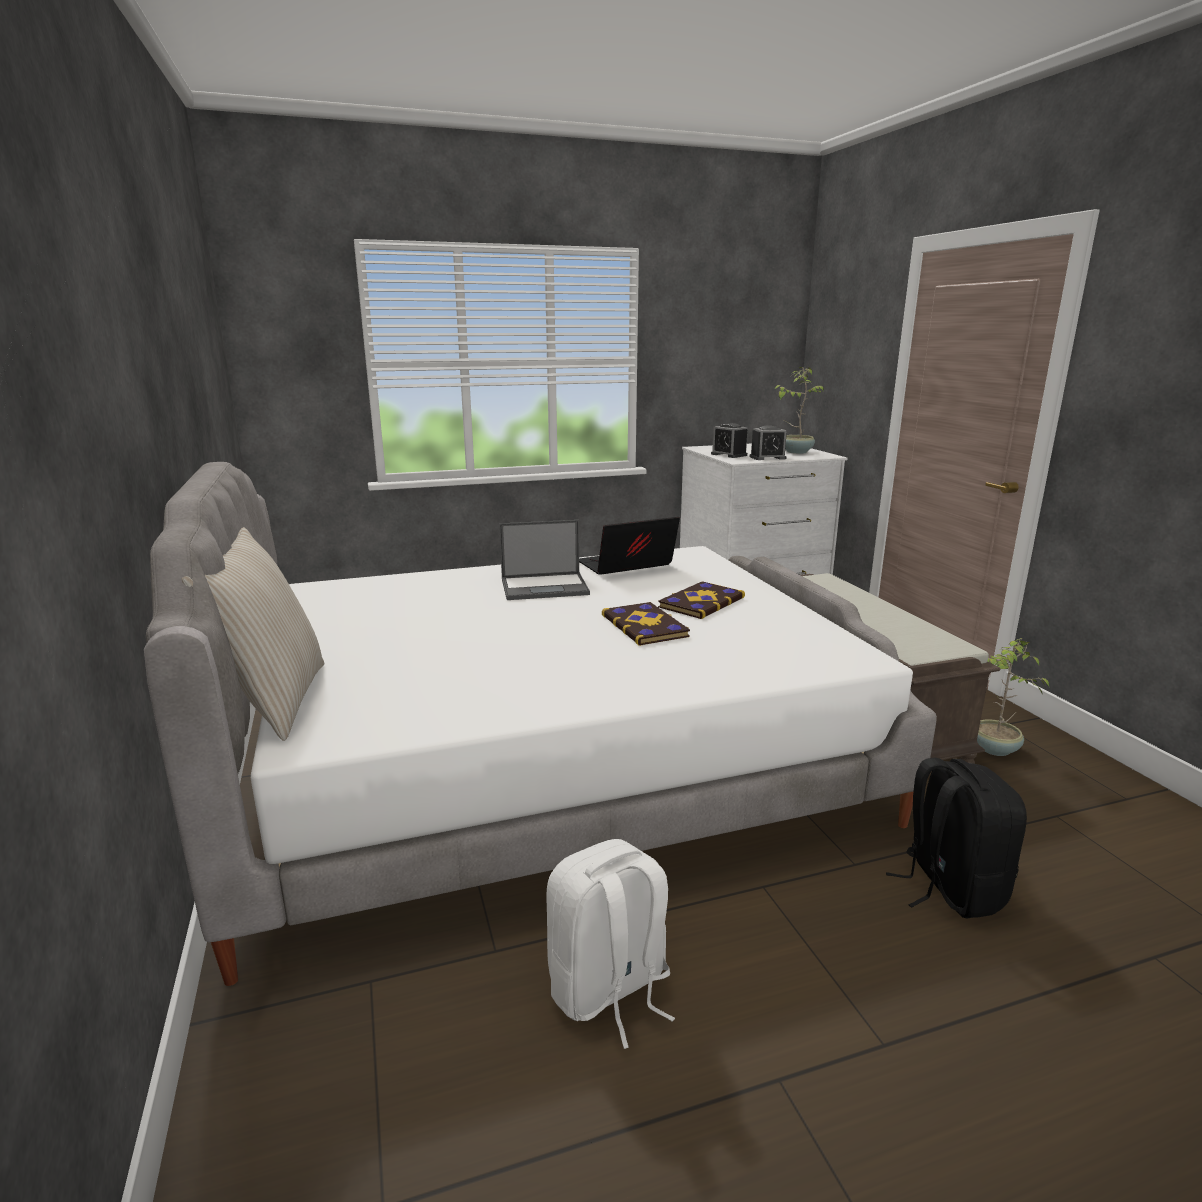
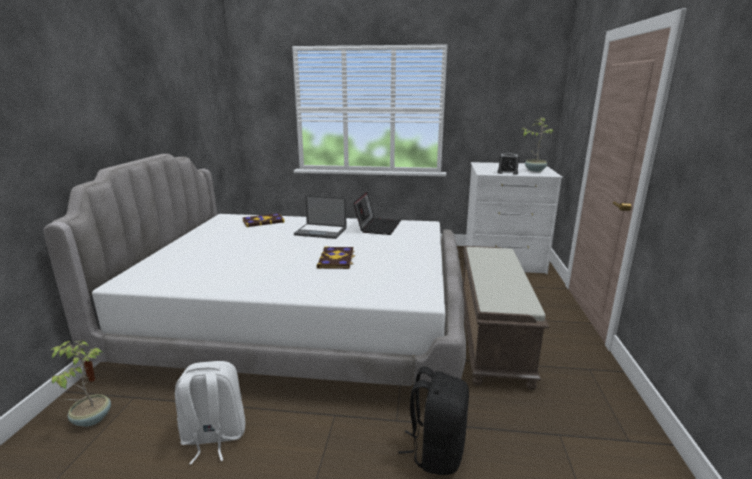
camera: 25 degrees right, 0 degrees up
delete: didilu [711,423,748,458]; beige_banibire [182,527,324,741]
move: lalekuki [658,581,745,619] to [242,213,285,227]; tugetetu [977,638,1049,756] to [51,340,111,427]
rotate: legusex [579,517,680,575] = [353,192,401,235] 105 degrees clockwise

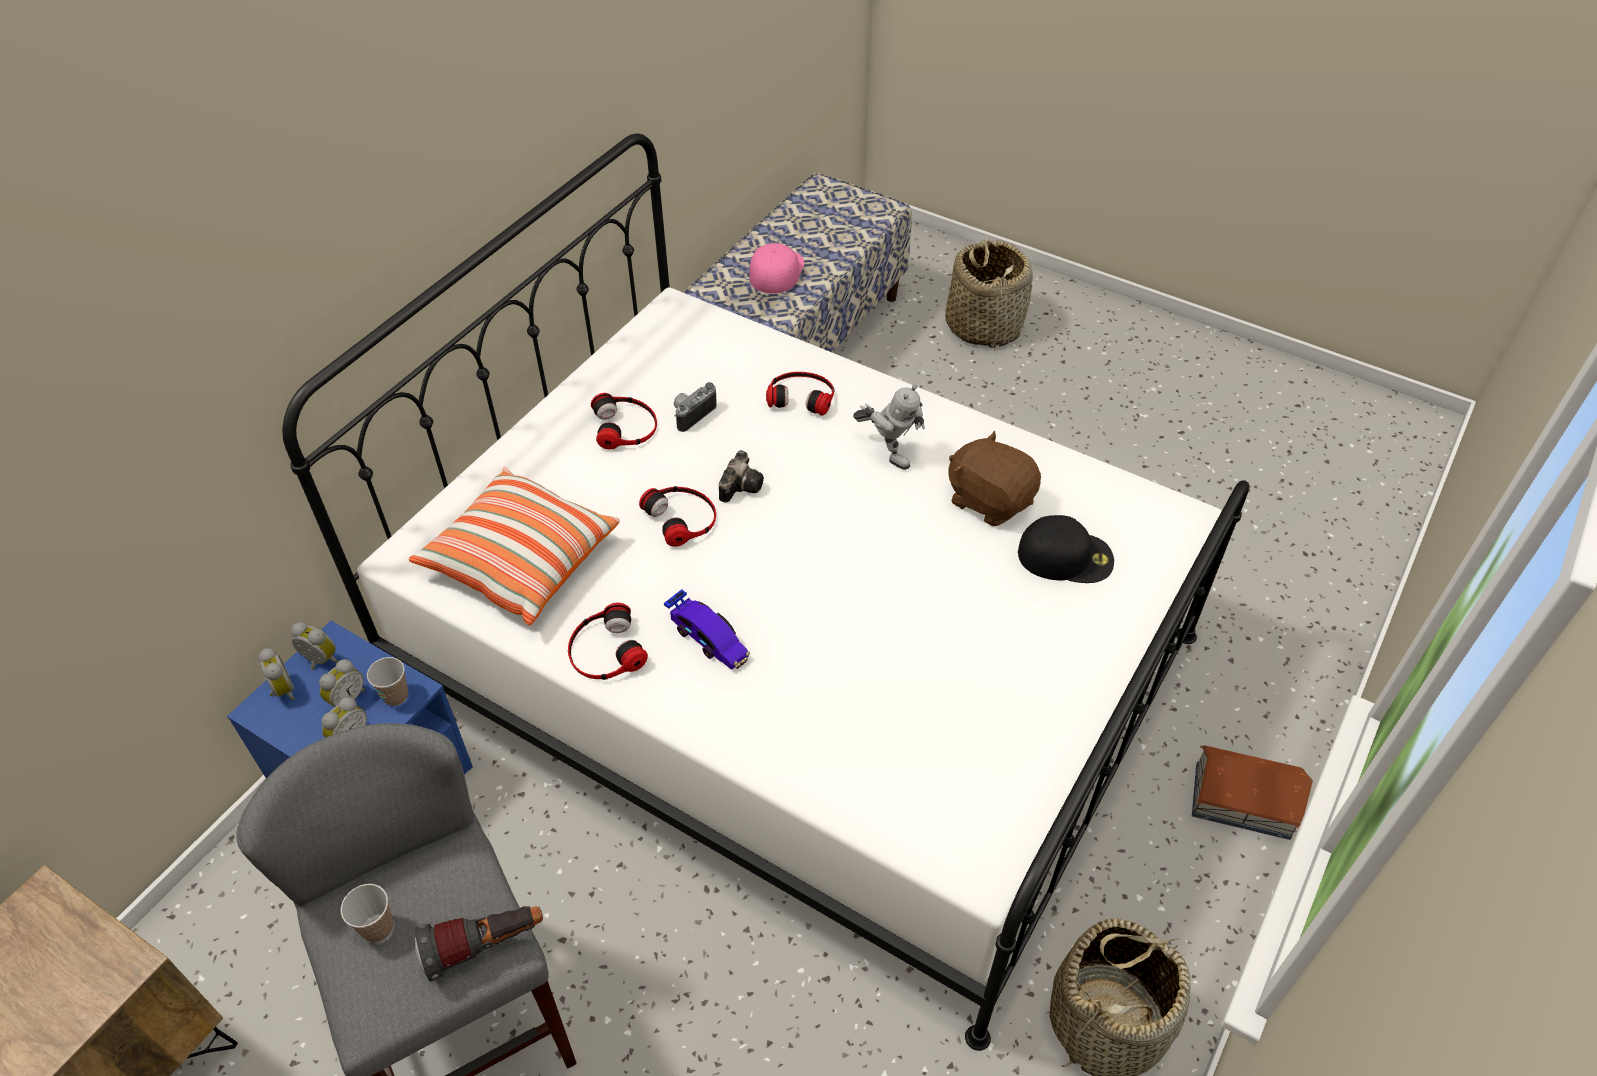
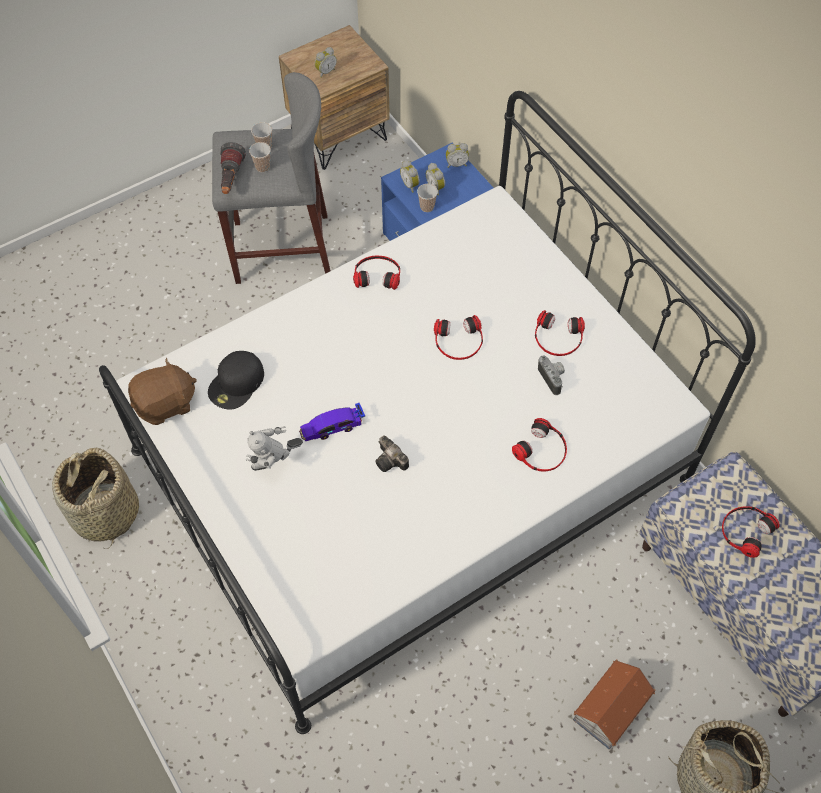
camera: 115 degrees right, 10 degrees up
delete: banibire [409,467,619,625]
insert: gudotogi [249,142,271,172]
move: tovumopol [853,385,925,470] to [246,426,303,471]; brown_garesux [949,431,1041,526] to [128,357,197,425]; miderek [719,450,764,503] to [376,435,409,472]; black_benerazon [1018,515,1114,583] to [208,351,264,409]; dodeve [664,589,750,669] to [299,403,365,441]; didilu [291,622,337,670] to [315,47,337,78]; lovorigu [1192,746,1313,840] to [573,659,655,749]
replace: pink_benerazon [749,243,804,294] to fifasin [722,506,780,558]

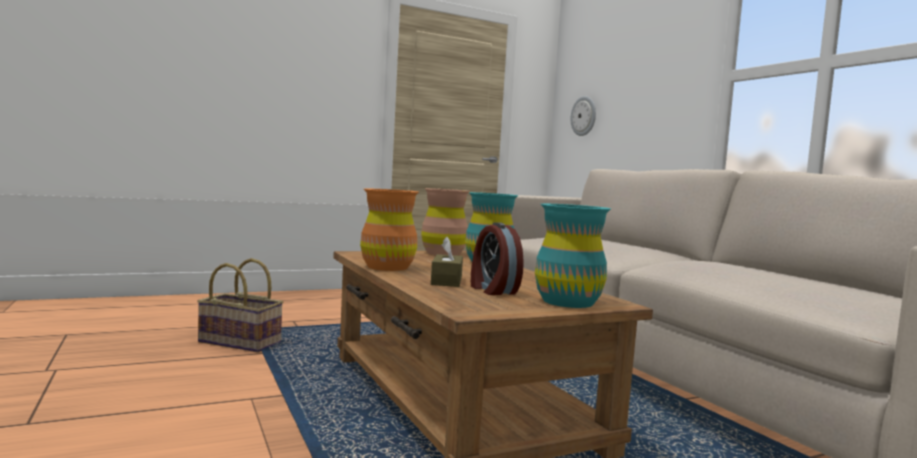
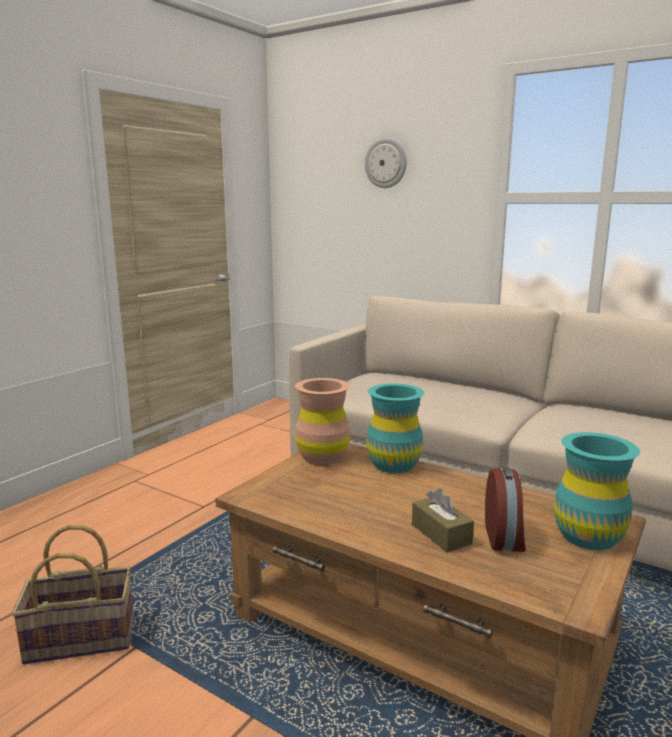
camera: 30 degrees left, 10 degrees up
delete: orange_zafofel [360,189,419,271]
move: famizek [571,96,596,136] to [365,138,407,188]
rotate: didilu [471,222,524,295] = [485,467,526,552] 120 degrees counterclockwise

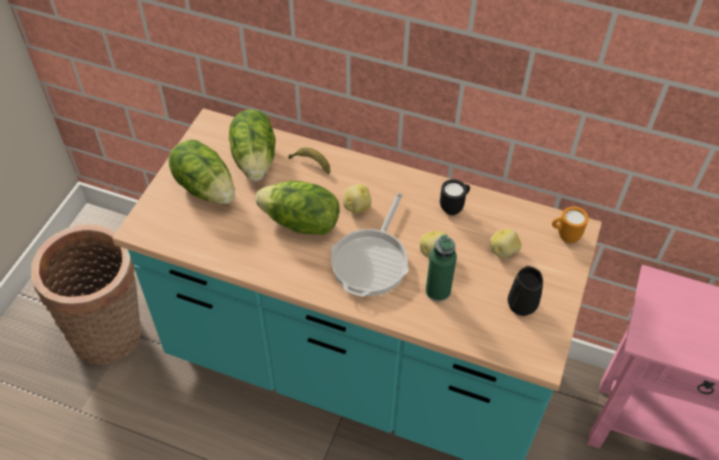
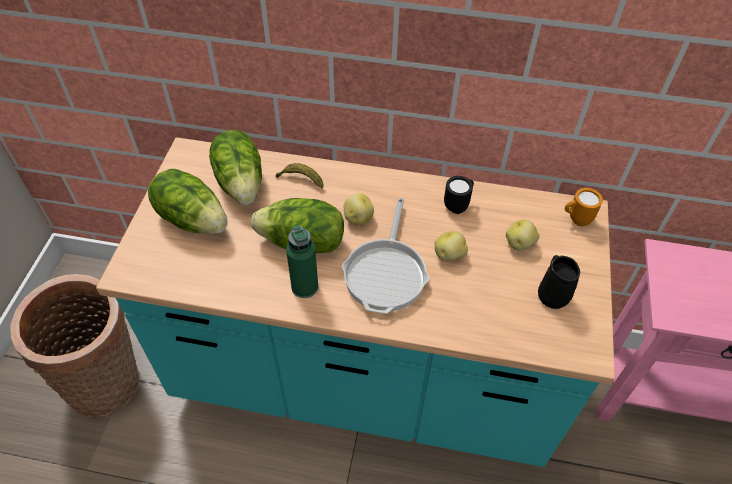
camera: 10 degrees left, 0 degrees up
move: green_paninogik [426,235,457,301] to [286,225,318,298]

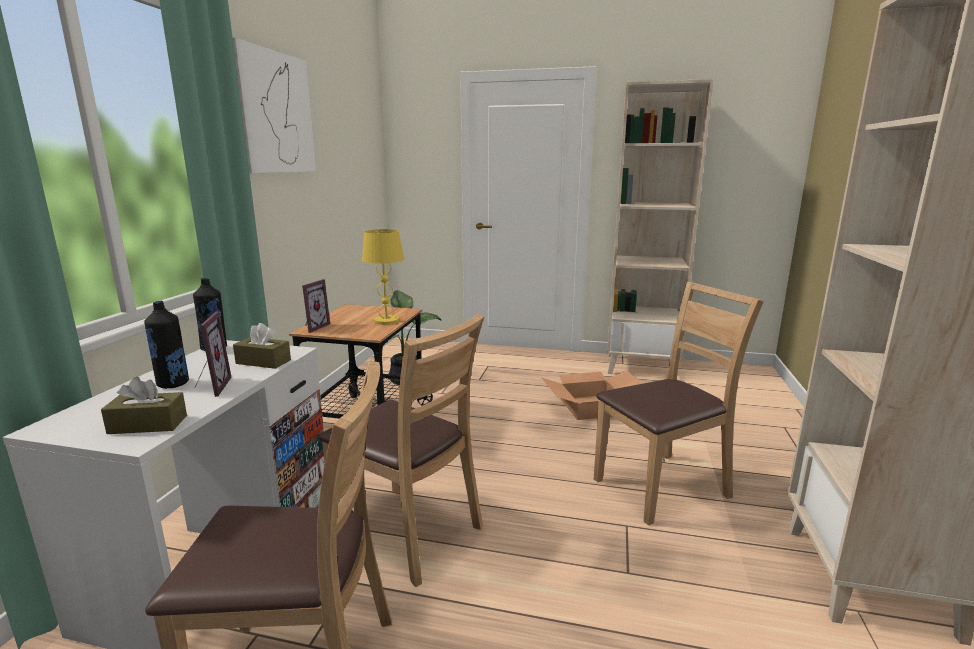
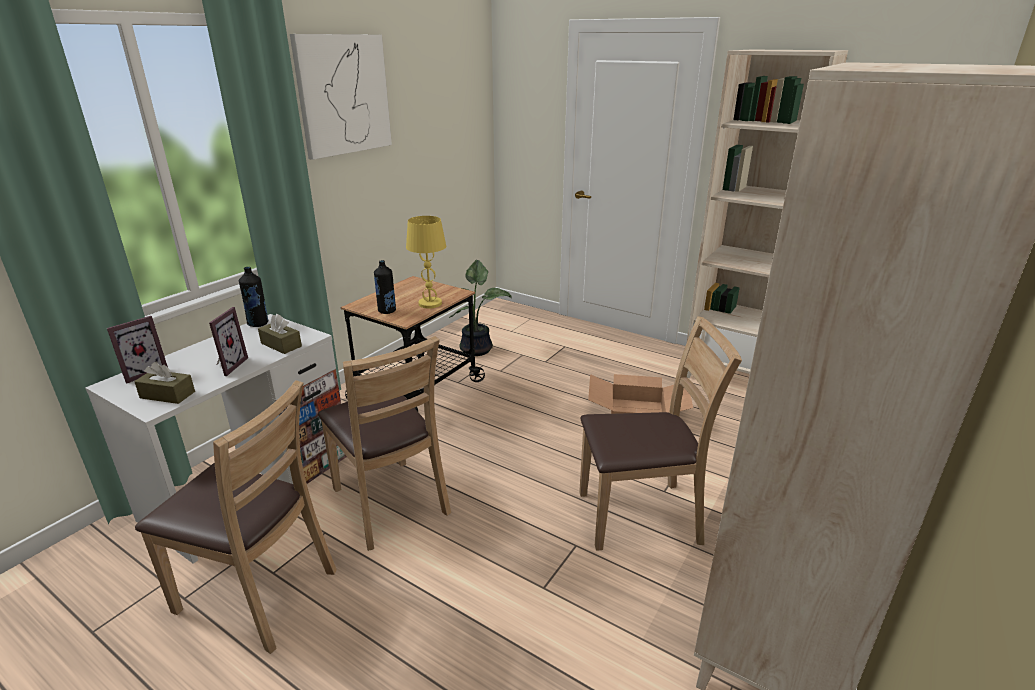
camera: 20 degrees right, 10 degrees up
move: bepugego [302,279,330,333] to [107,316,168,383]; black_paninogik [144,301,189,389] to [374,260,396,314]

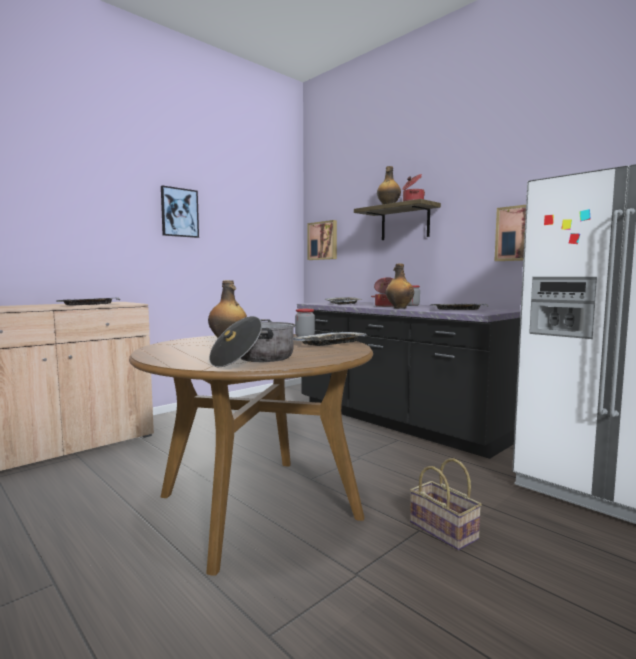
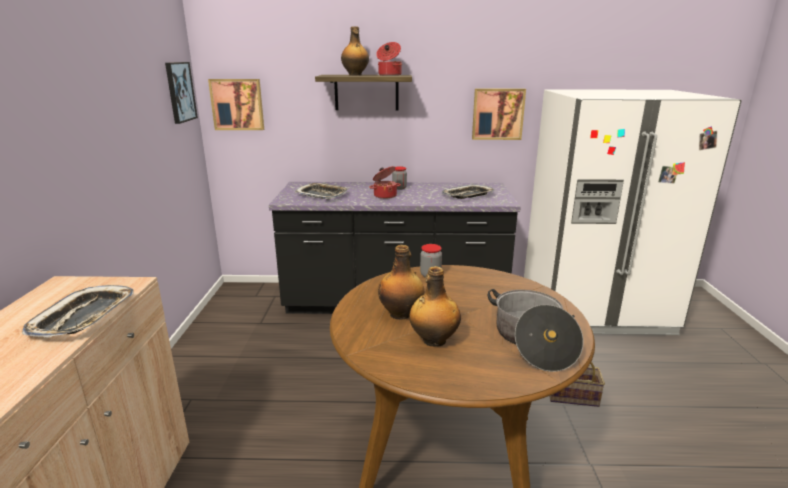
camera: 45 degrees left, 15 degrees up
delete: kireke [294,332,367,346]
move: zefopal [161,185,199,238] to [165,62,198,124]; paninogik [386,264,414,309] to [409,266,461,347]

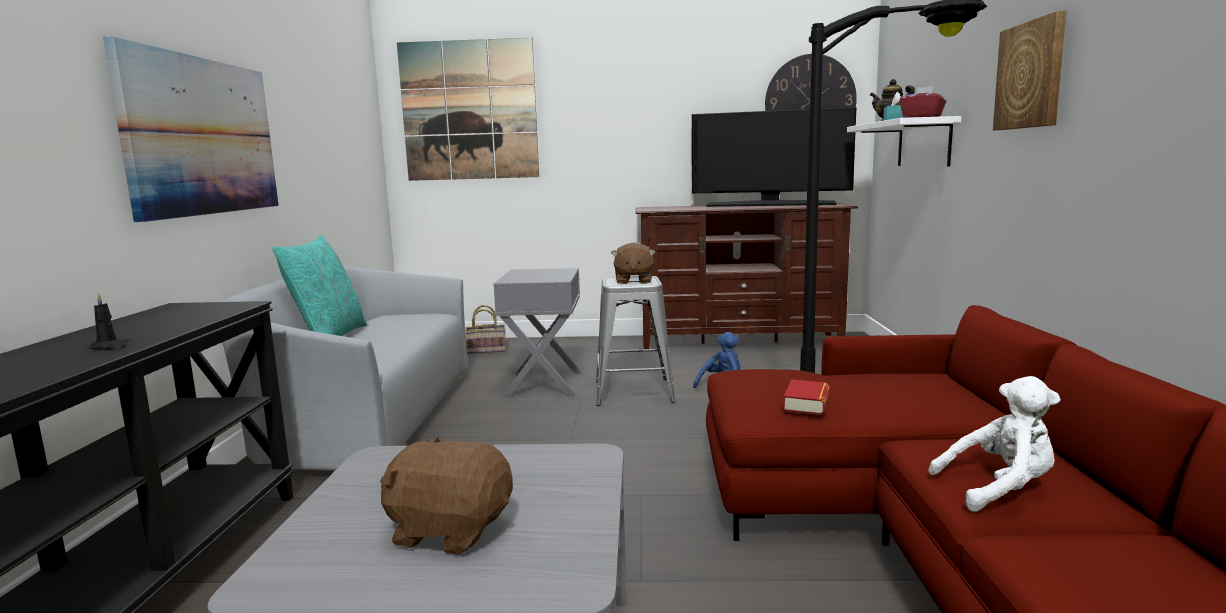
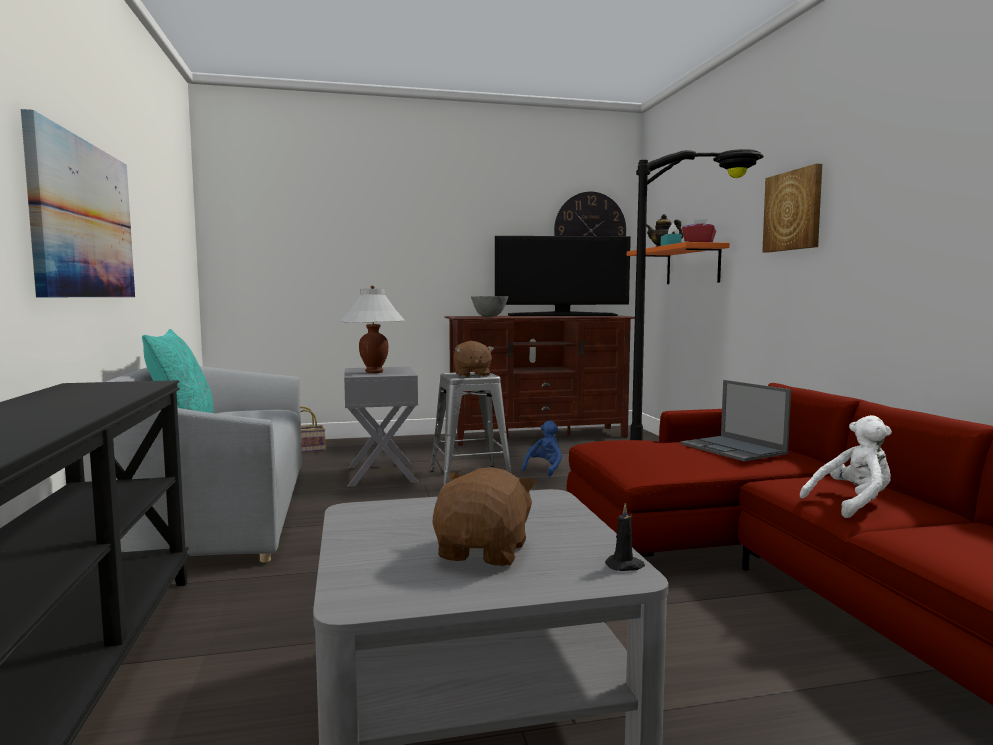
camera: 15 degrees left, 5 degrees down
delete: zefopal [397,38,539,181]; lalekuki [783,380,830,415]
insert: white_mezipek [341,286,406,373]; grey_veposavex [471,296,508,317]; legusex [681,380,791,461]
move: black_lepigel [89,293,126,350] to [605,503,645,571]
recolor: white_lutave [847,116,962,166] to orange_lutave [627,242,730,284]
rotate: brown_garesux [380,435,513,555] = [433,467,537,566] 105 degrees clockwise

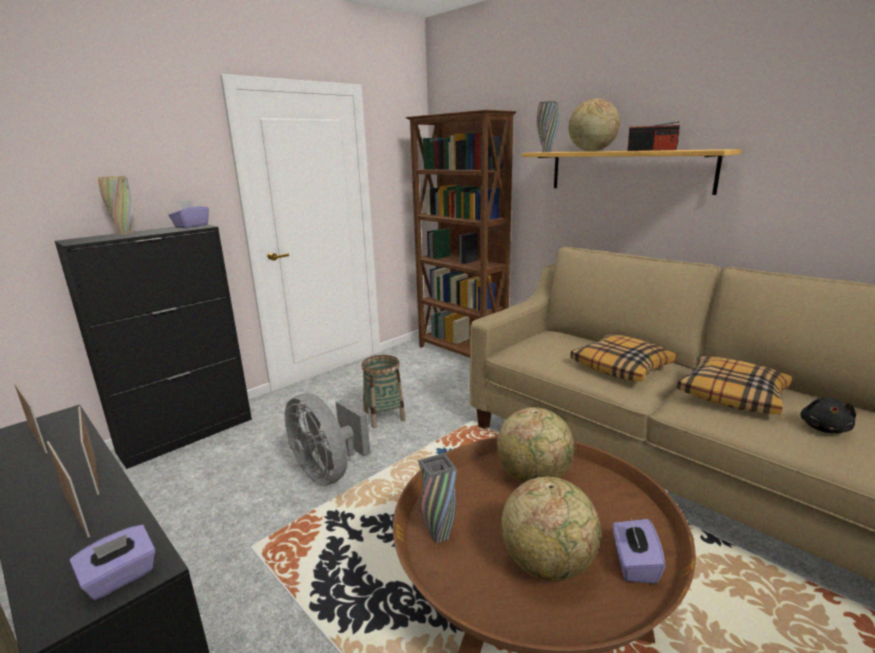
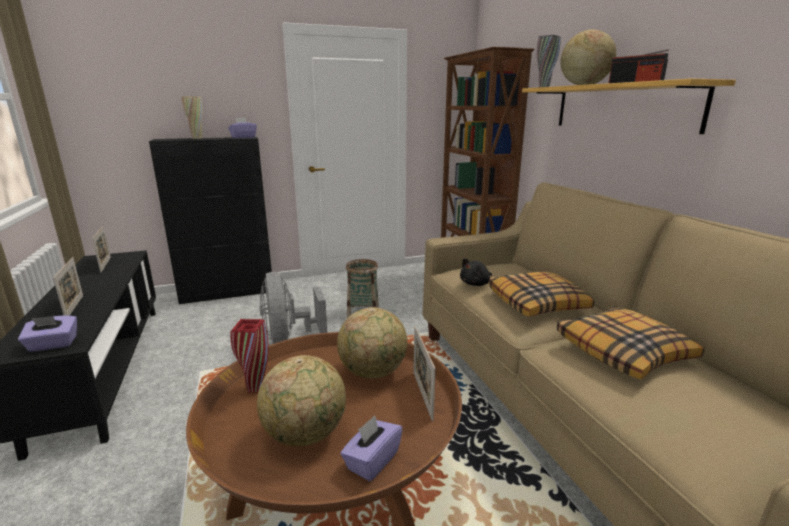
camera: 25 degrees right, 0 degrees up
move: black_garesux [800,397,856,433] to [460,258,492,286]; bepugego [78,406,99,495] to [413,326,435,421]
recolor: grey_zafofel [418,453,457,544] to red_zafofel [230,319,269,393]

